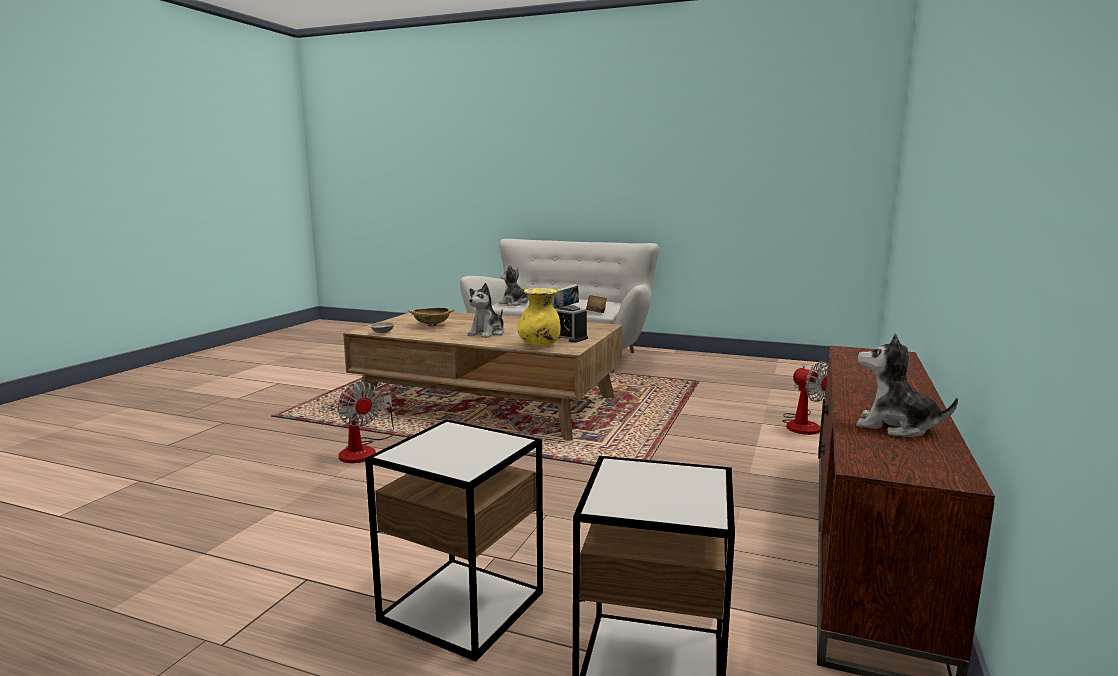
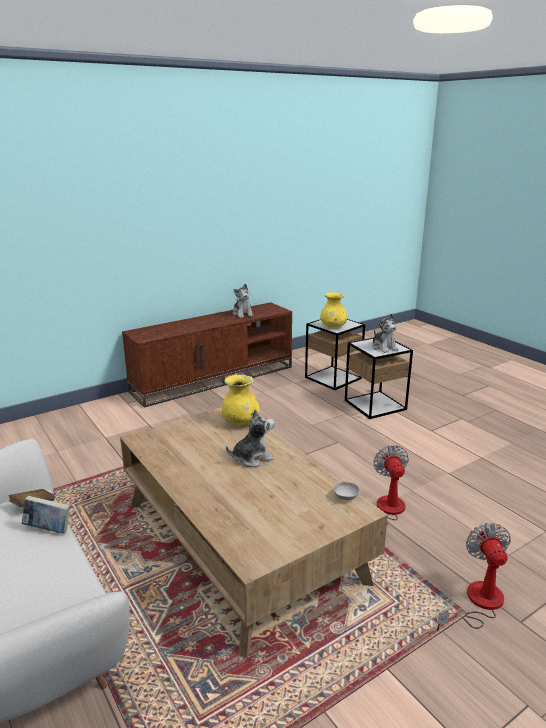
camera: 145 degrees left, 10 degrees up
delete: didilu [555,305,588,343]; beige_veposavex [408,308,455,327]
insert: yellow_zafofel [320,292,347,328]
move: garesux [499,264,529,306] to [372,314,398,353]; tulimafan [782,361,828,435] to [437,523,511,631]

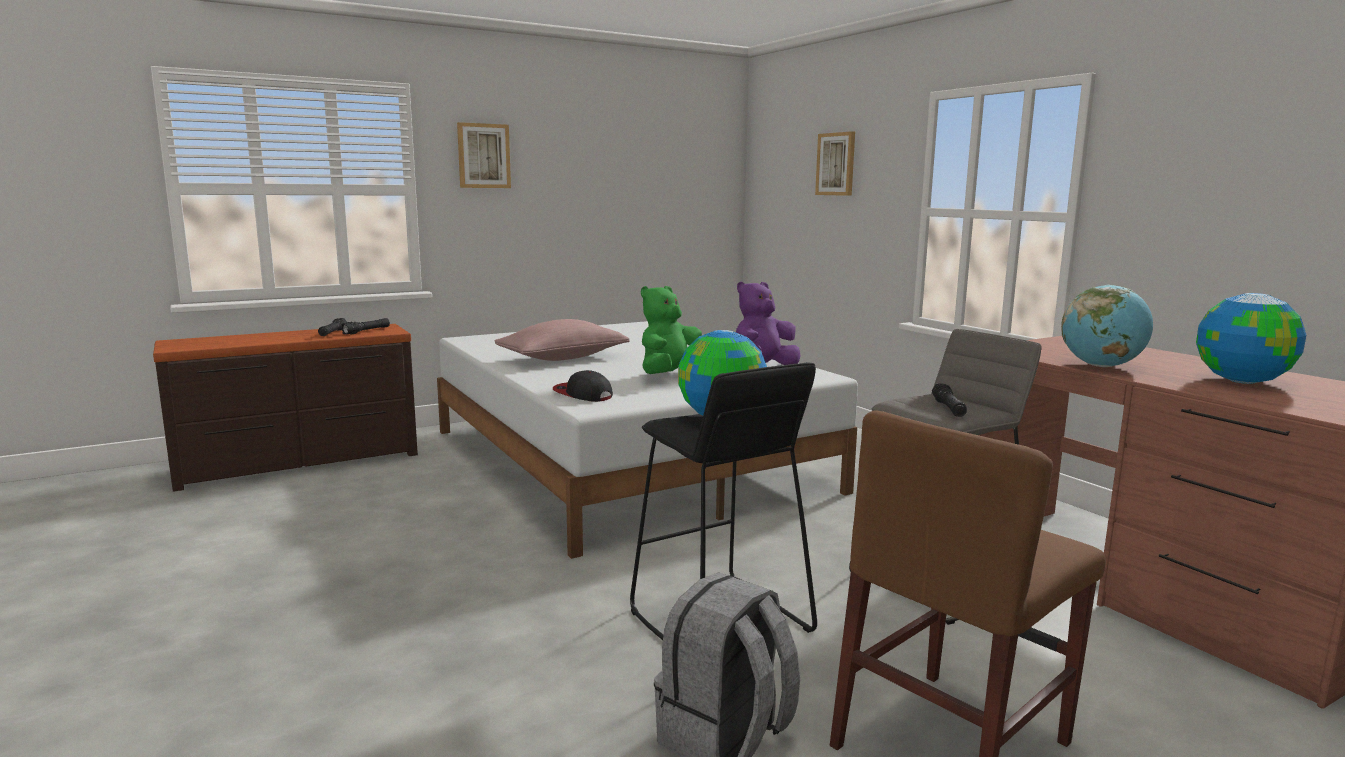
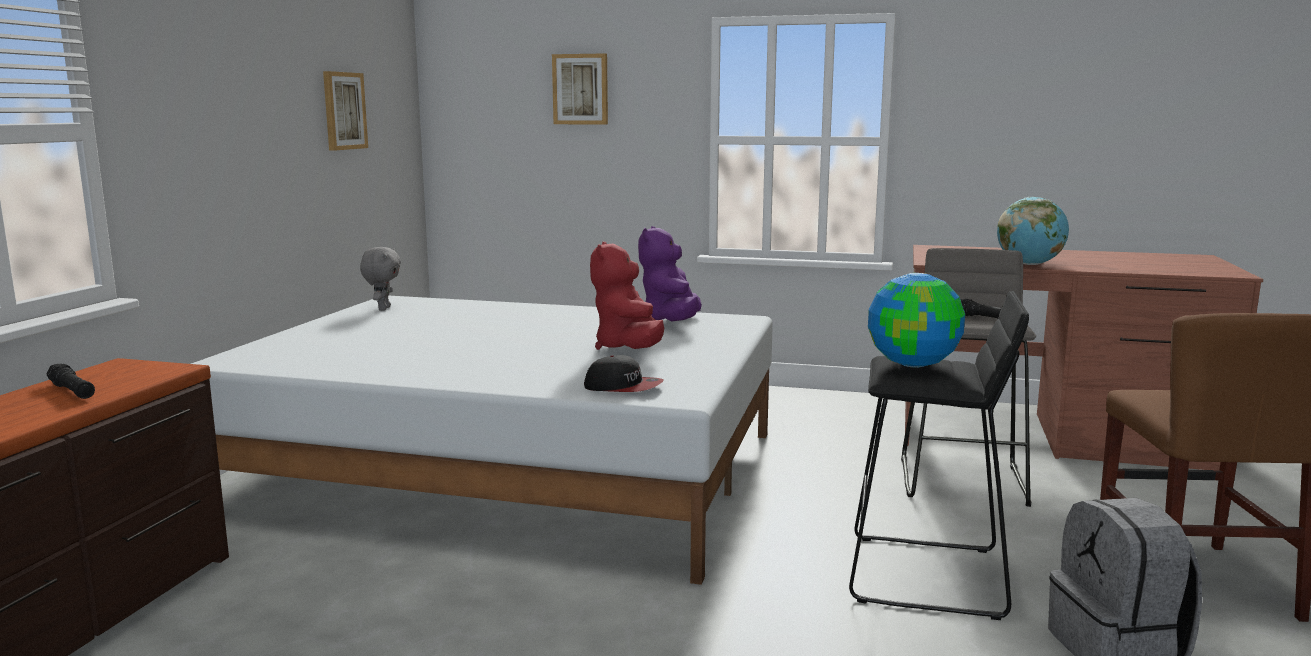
camera: 45 degrees left, 0 degrees up
delete: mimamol [1196,293,1306,384]; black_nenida [341,318,390,335]; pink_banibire [494,319,629,361]
insert: grey_garesux [360,247,401,310]
move: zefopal [457,122,511,188] to [323,71,368,151]
recolor: green_garesux [641,286,702,374] to red_garesux [590,241,664,350]
rotate: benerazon [553,370,613,402] = [584,355,664,392] 150 degrees counterclockwise

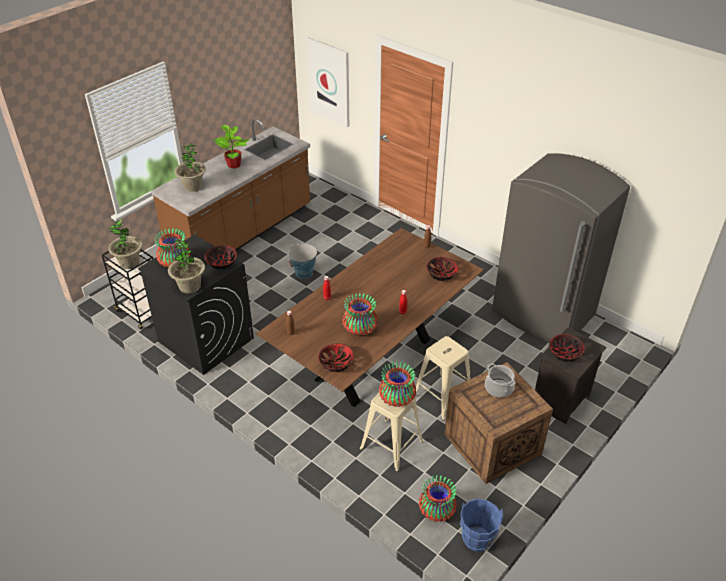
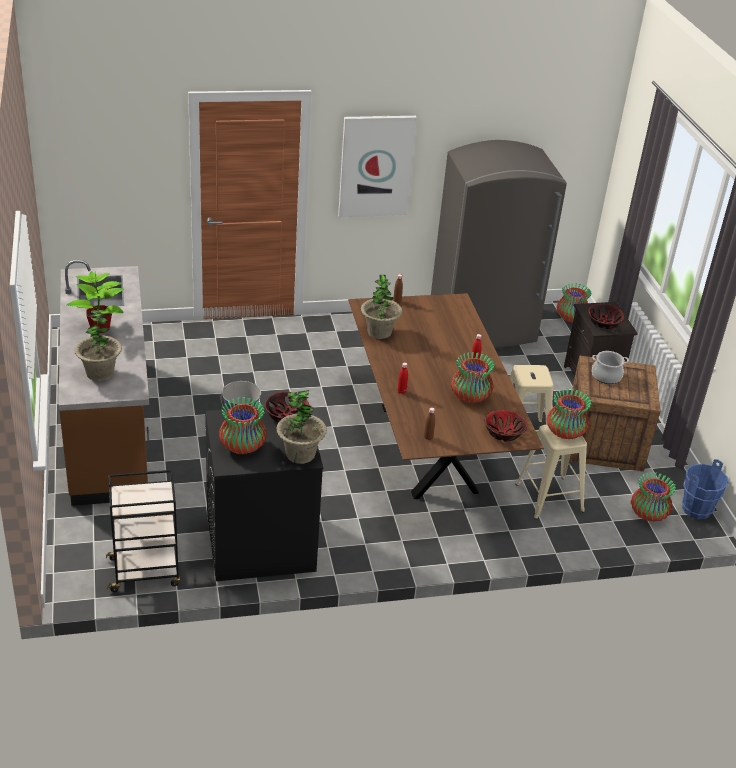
camera: 55 degrees left, 5 degrees down
delete: veposavex [426,257,459,281]
insert: zafofel [557,283,592,322]
move: zefopal [306,37,349,127] to [338,116,417,217]; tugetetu [108,219,142,269] to [361,275,402,339]

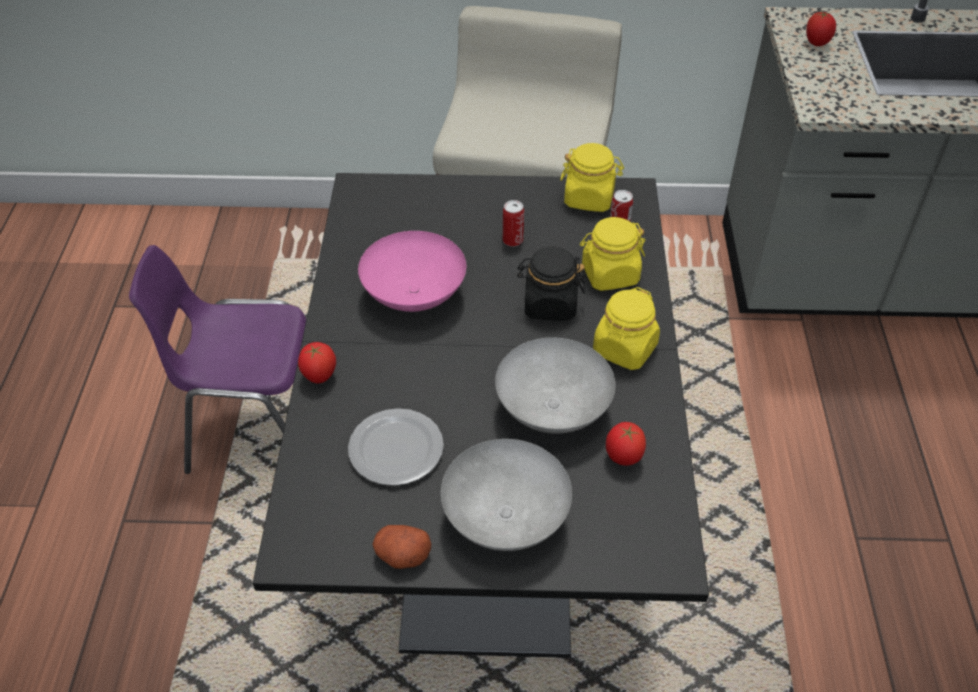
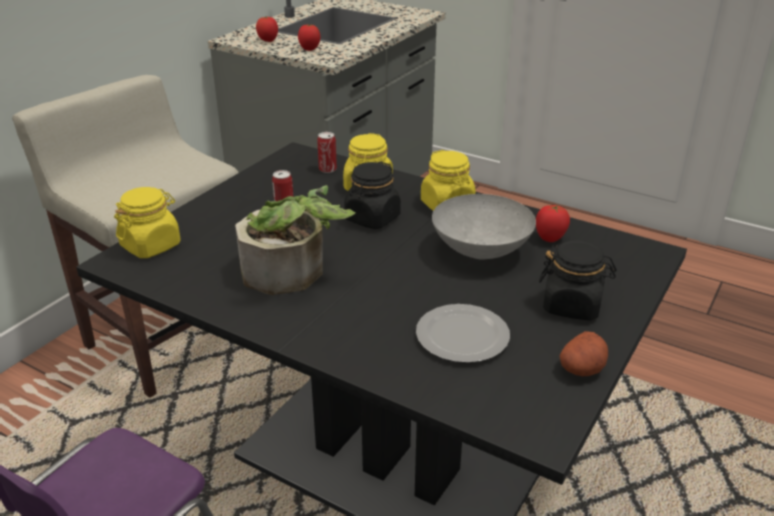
camera: 60 degrees left, 15 degrees down
move: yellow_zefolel [560,143,624,212] to [114,187,181,258]; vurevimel [298,342,336,383] to [298,24,320,51]
replace: pink_veposavex [358,231,466,312] to tugetetu [235,185,356,295]; grey_veposavex [441,439,572,551] to black_zefolel [539,240,616,320]

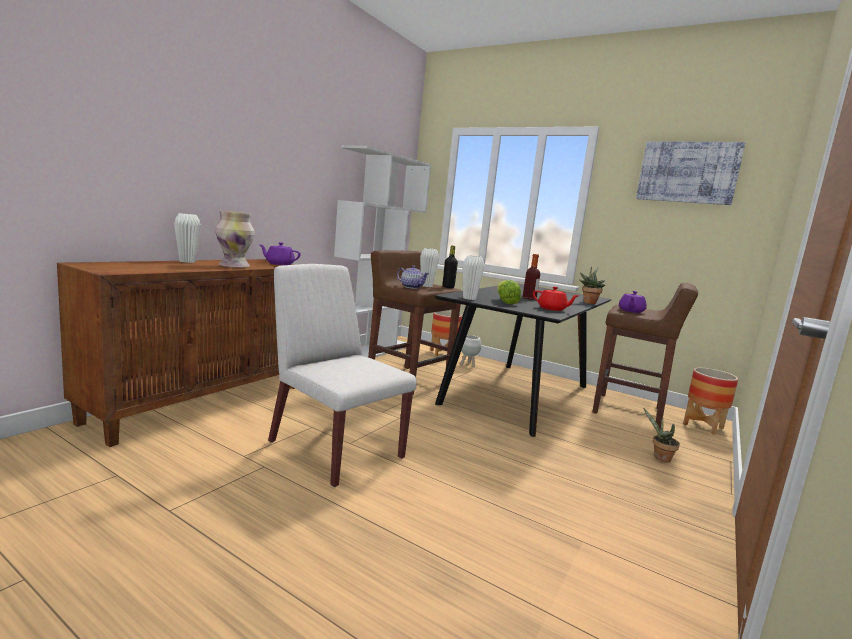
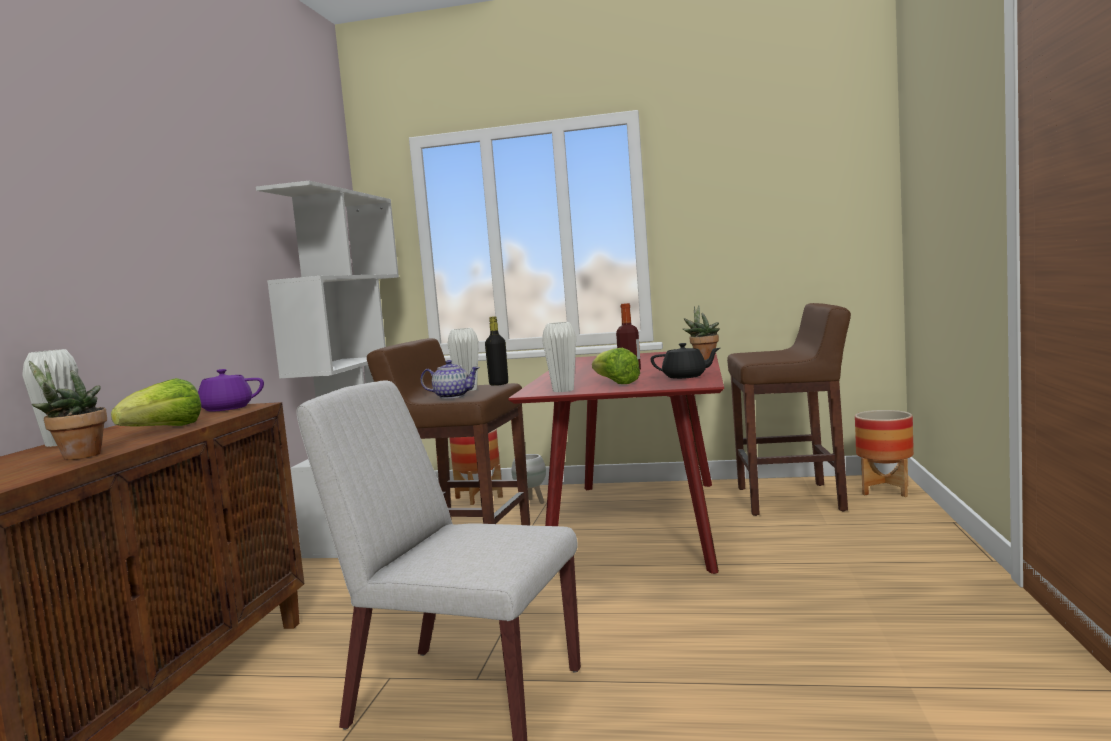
camera: 20 degrees left, 5 degrees down
delete: zefopal [636,141,745,205]; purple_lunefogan [619,291,647,313]
move: tugetetu [643,408,680,462] to [29,360,107,460]
replace: zafofel [215,211,255,268] to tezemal [111,378,201,426]
recolor: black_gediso [434,283,612,437] to red_gediso [508,352,724,574]; red_lunefogan [533,287,579,311] to black_lunefogan [651,343,720,379]

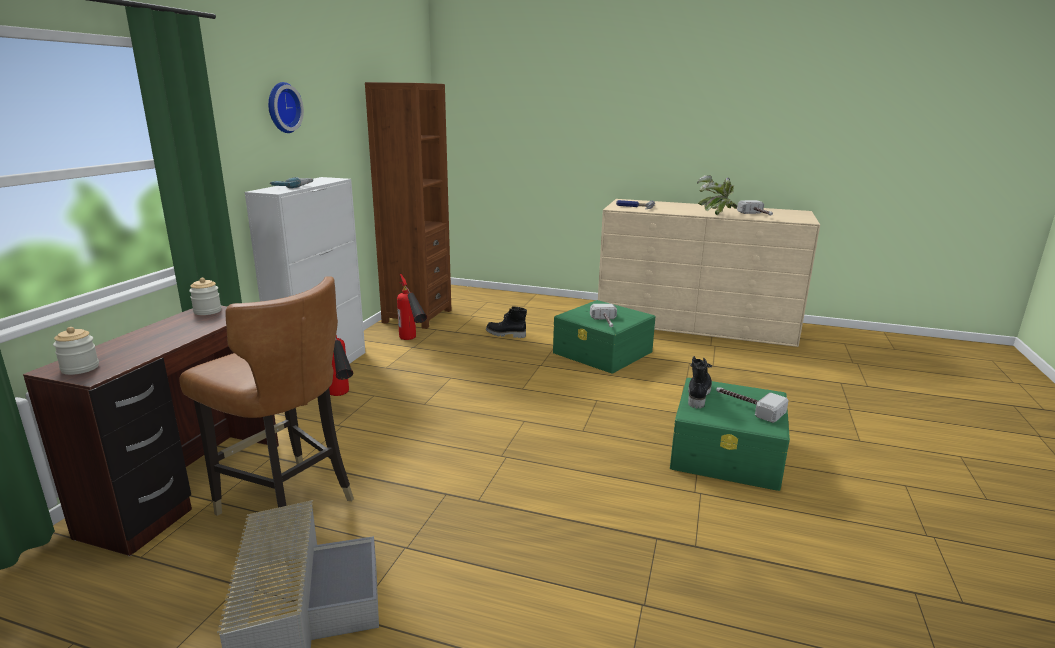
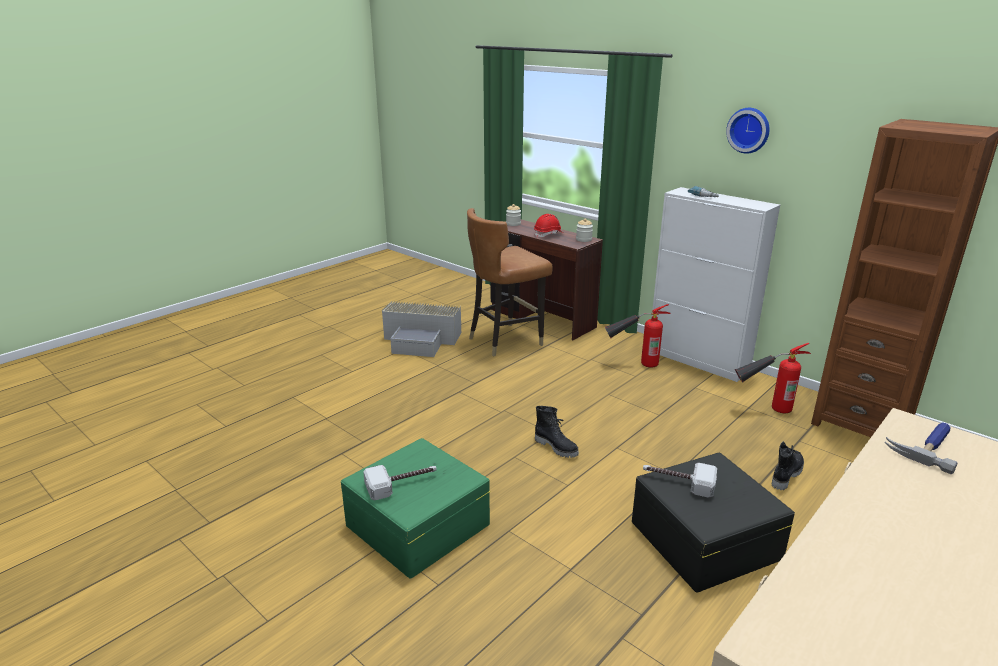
camera: 115 degrees right, 5 degrees up
delete: tugetetu [697,175,737,215]; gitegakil [737,200,773,215]
insert: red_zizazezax [534,214,563,238]
move: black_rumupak [688,356,712,409] to [535,406,579,458]
recolor: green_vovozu [553,300,656,373] to black_vovozu [632,452,795,593]

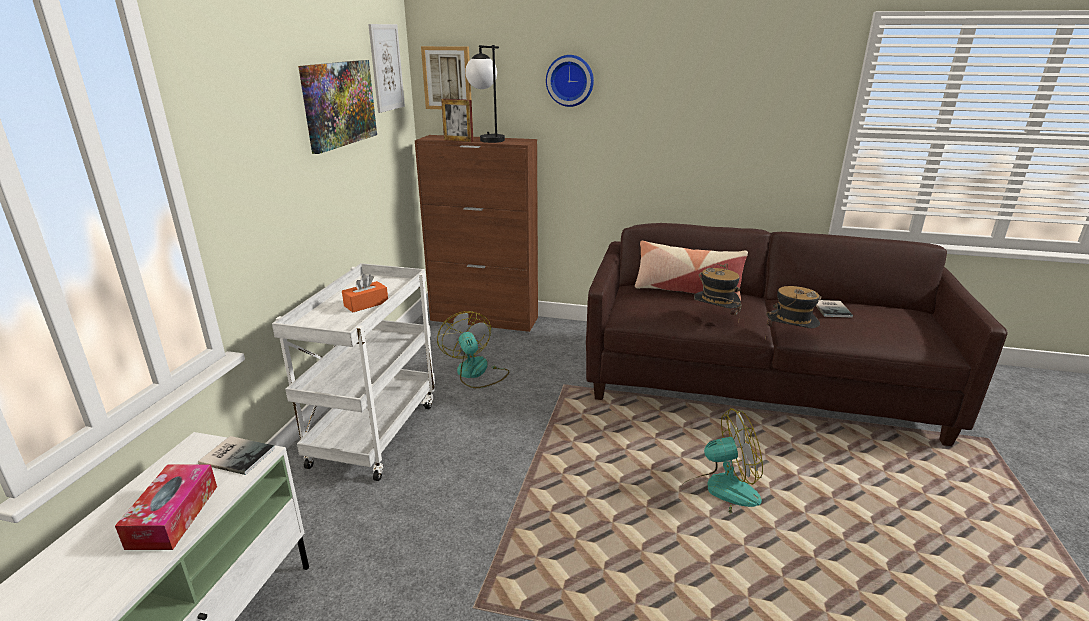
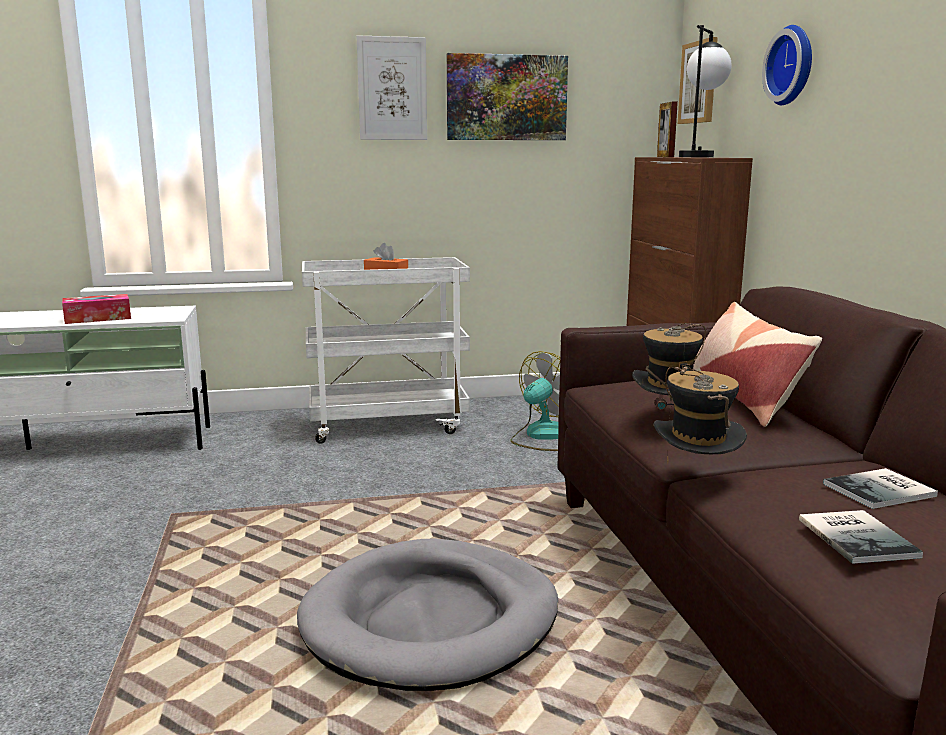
camera: 65 degrees right, 10 degrees down
move: zefopal [368,24,405,113] to [357,35,427,140]; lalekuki [198,436,275,475] to [799,510,923,564]
replace: tulimafan [682,408,763,514] to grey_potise [297,538,558,691]

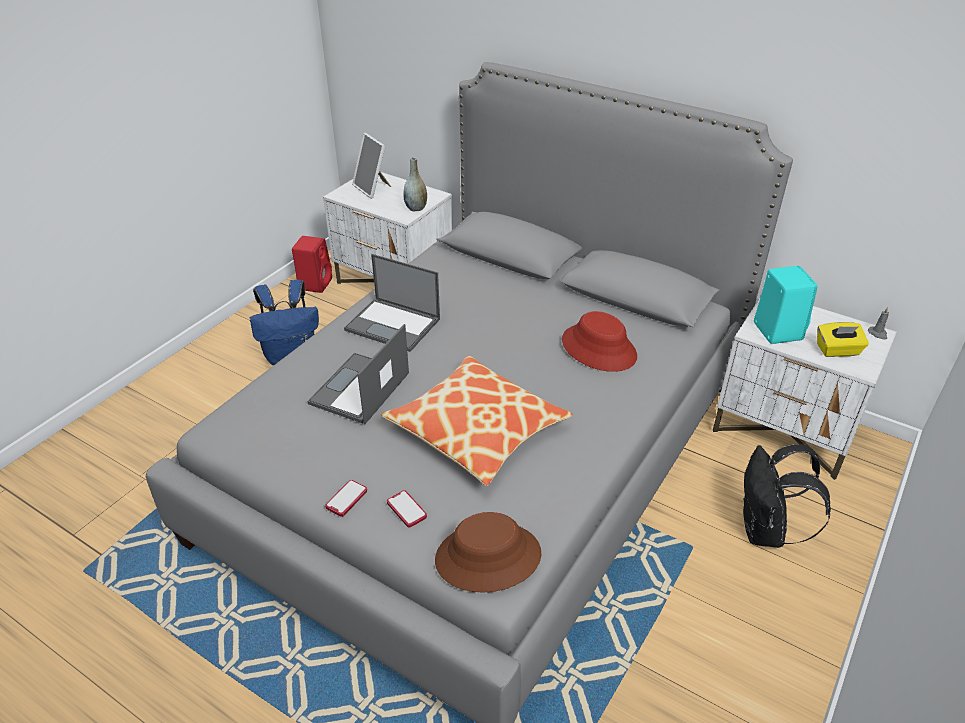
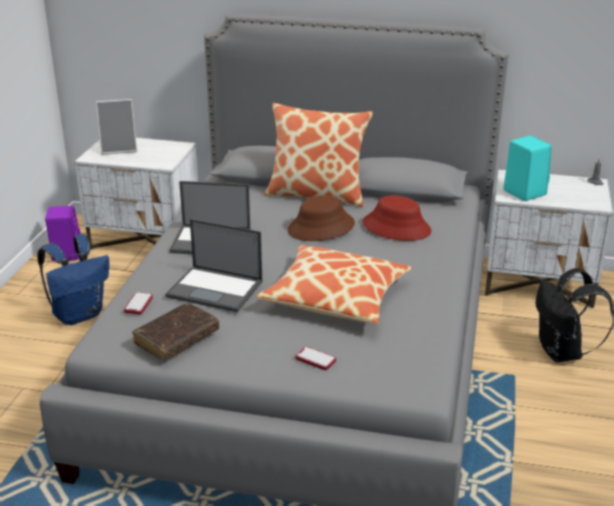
camera: 20 degrees left, 10 degrees down
delete: grey_zafofel [403,157,427,212]; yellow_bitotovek [817,322,869,357]
insert: banibire [264,103,373,207]; brown_lalekuki [132,303,219,360]
move: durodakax [325,480,367,517] to [124,292,153,314]; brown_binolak [435,512,541,593] to [288,195,355,241]
recolor: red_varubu [292,236,332,293] to purple_varubu [45,206,81,261]
rotate: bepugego [352,133,391,199] = [96,99,137,155] 45 degrees counterclockwise; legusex [308,324,409,424] = [165,219,262,313] 75 degrees counterclockwise

